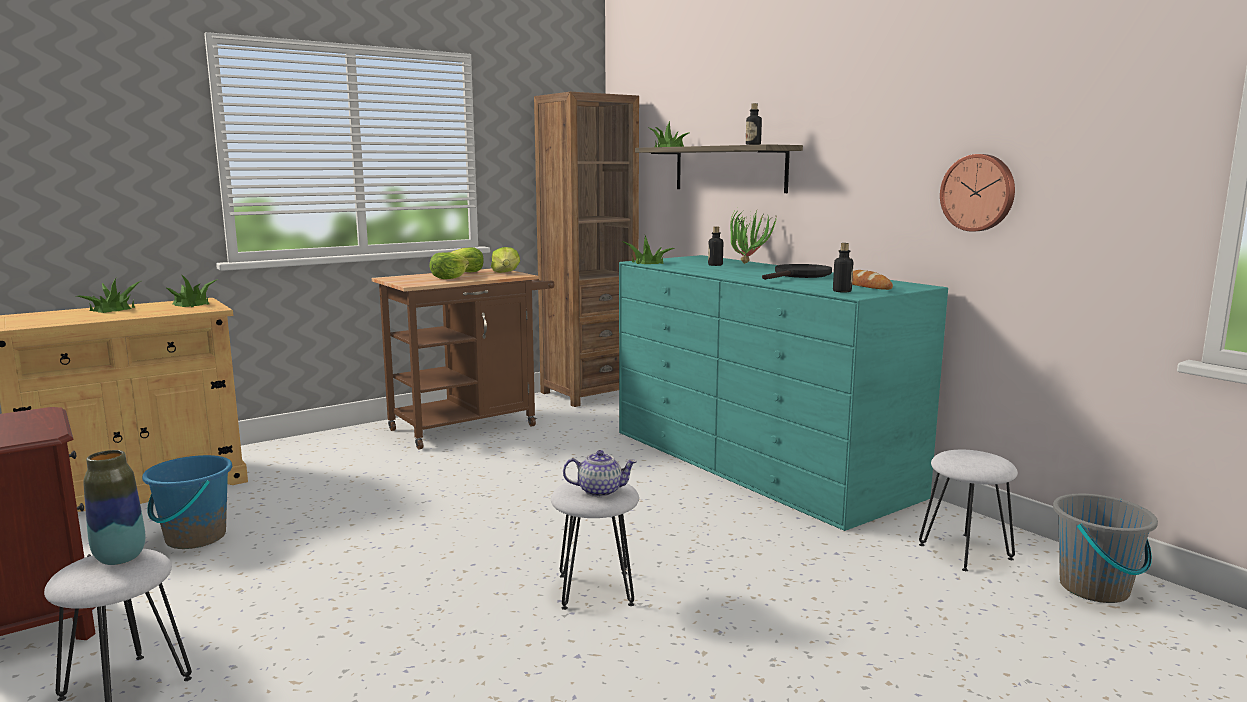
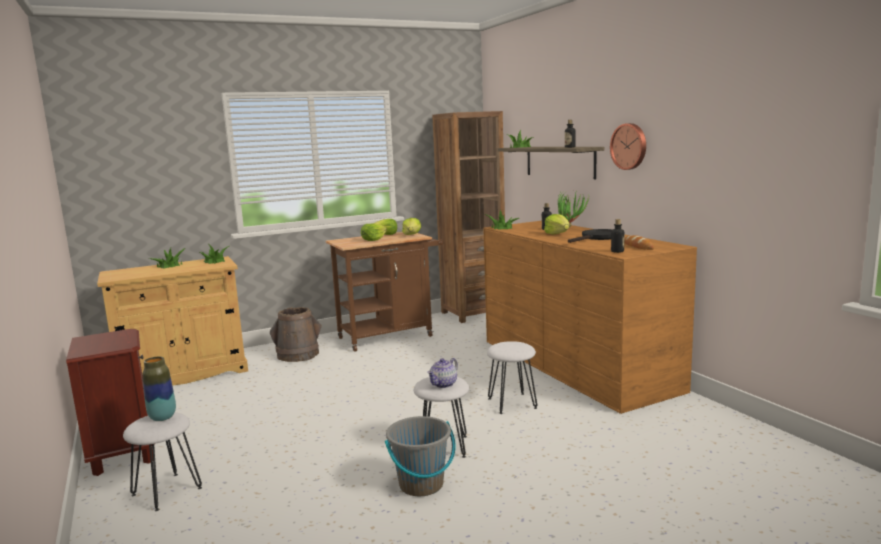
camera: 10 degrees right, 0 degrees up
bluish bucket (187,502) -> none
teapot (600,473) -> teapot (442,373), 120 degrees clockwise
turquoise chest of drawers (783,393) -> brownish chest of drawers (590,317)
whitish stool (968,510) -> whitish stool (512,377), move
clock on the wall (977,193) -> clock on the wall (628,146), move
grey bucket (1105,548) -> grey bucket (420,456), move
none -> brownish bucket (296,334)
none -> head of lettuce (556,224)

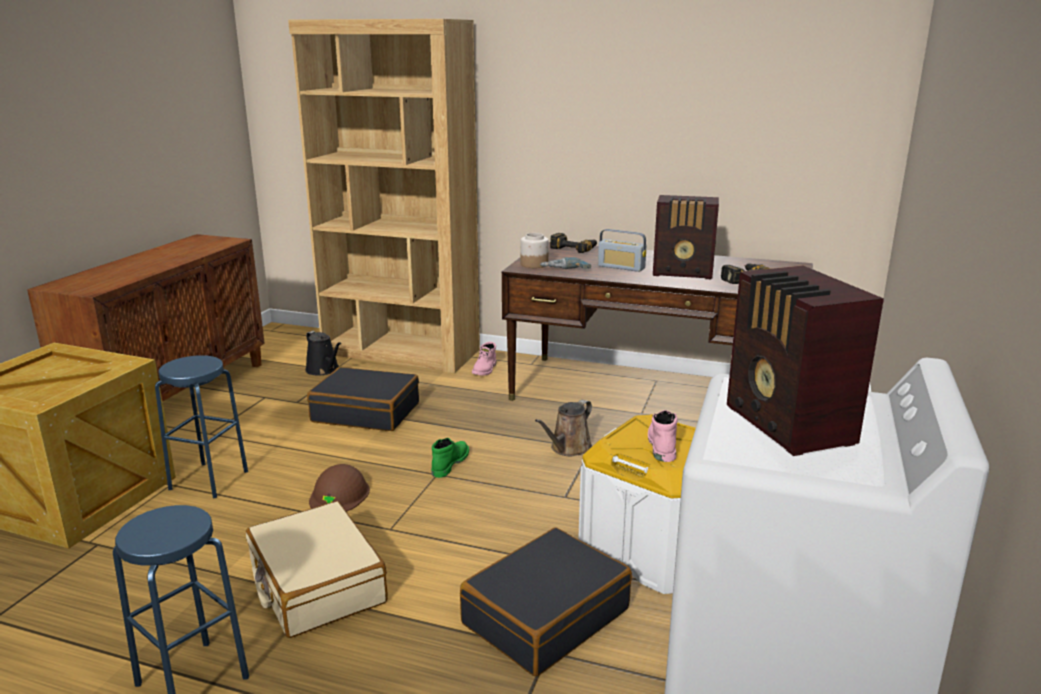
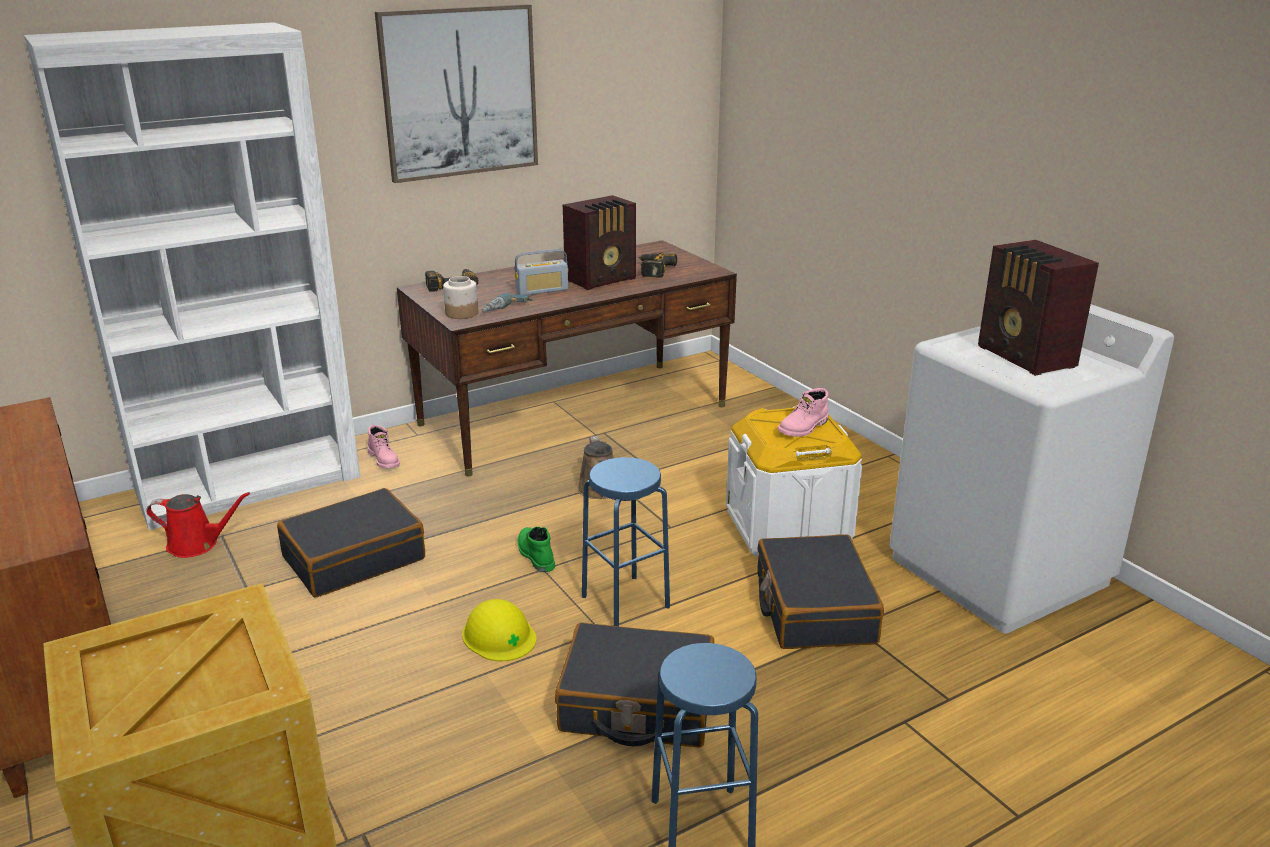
camera: 50 degrees left, 5 degrees up
bluish stool (201,427) -> bluish stool (626,541), move
sand-coloured travel case (316,569) -> blackish travel case (634,685)
brownish bookshelf (384,196) -> whitish bookshelf (192,276)
blackish watering pot (323,353) -> red-coloured watering pot (198,525)
brownish work helmet (339,488) -> yellow work helmet (499,630)
pinkish tall boot (663,436) -> pinkish tall boot (802,412), 90 degrees counterclockwise
radio receiver (805,361) -> radio receiver (1038,308), 45 degrees clockwise
none -> picture (456,93)

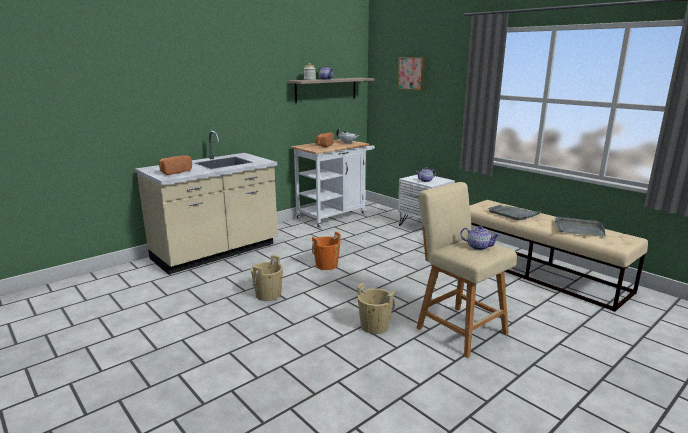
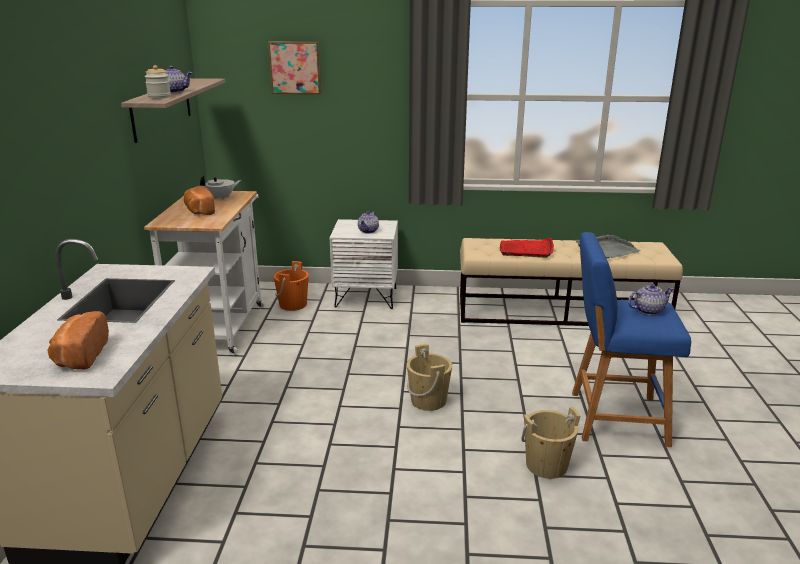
camera: 45 degrees left, 5 degrees up
sand-coloured bucket (267,278) -> sand-coloured bucket (429,377), move
orangey bucket (326,251) -> orangey bucket (291,286), move
sand-coloured stool (466,270) -> bluish stool (631,339)
grey carrying tray (515,212) -> red-coloured carrying tray (527,248)

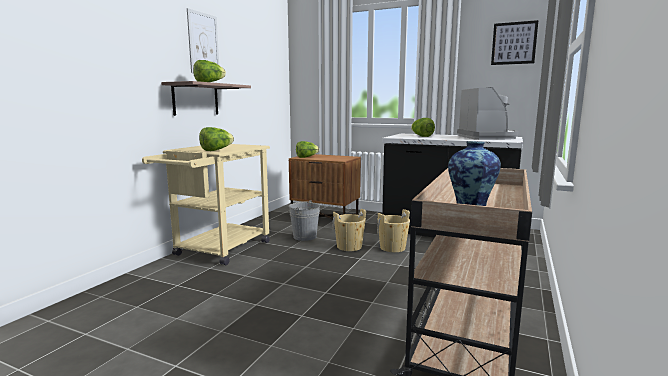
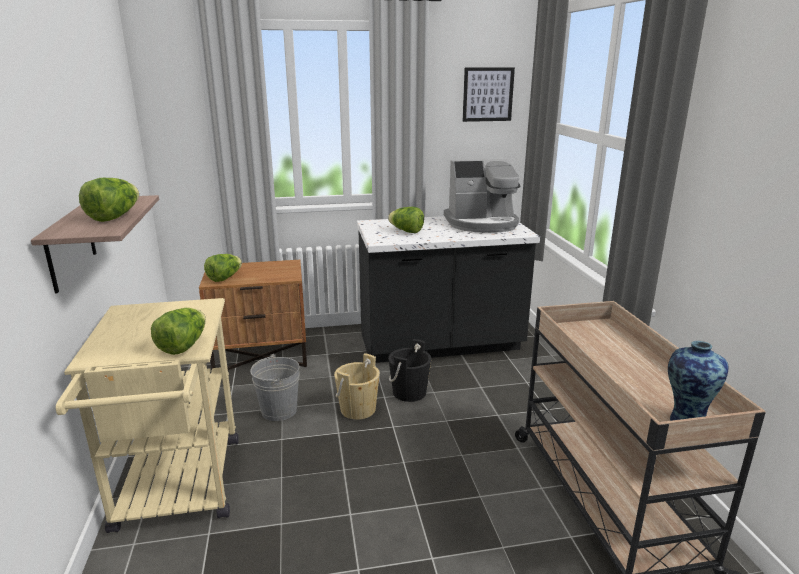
camera: 35 degrees left, 10 degrees up
picture (203,40) -> none
sand-coloured bucket (393,230) -> blackish bucket (409,370)
coffee machine (487,113) -> coffee machine (482,196), 120 degrees clockwise

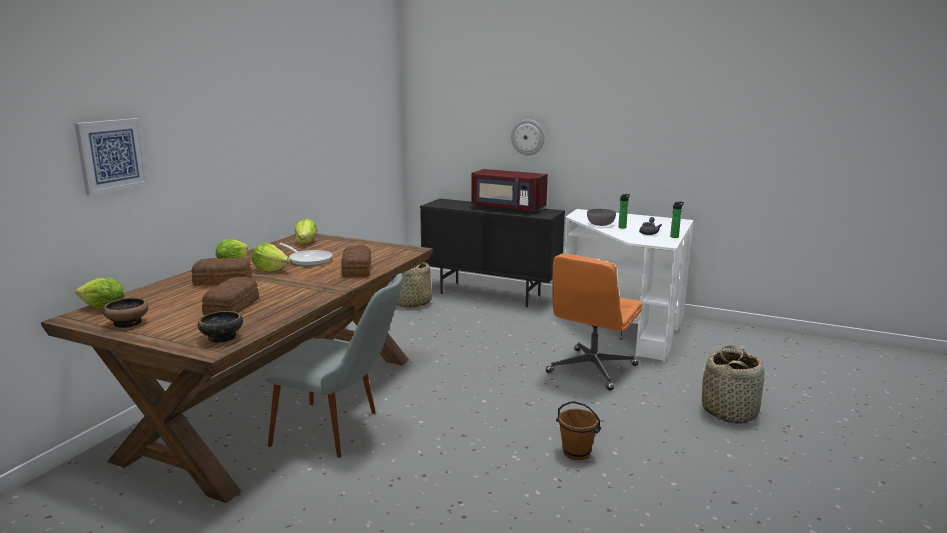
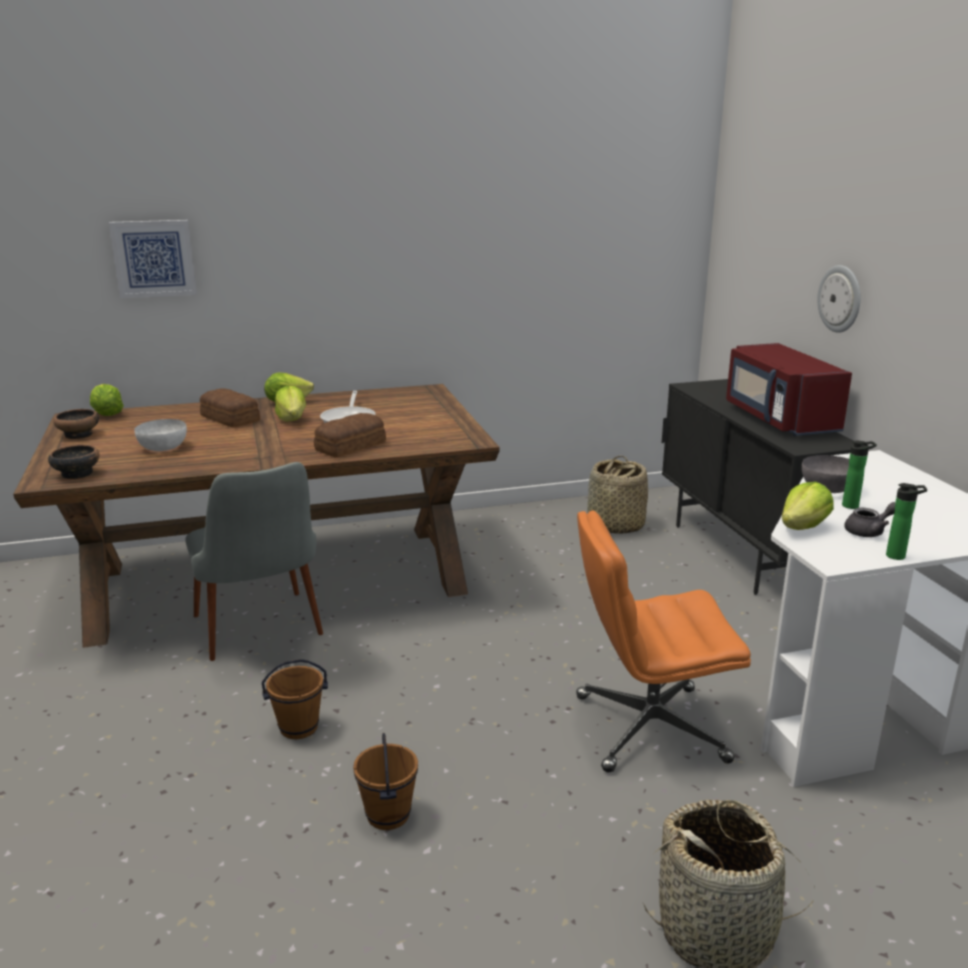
camera: 50 degrees right, 5 degrees up
baked bread (230,296) -> whitish bowl (160,435)
head of lettuce (306,231) -> head of lettuce (808,506), move
none -> brownish bucket (295,699)

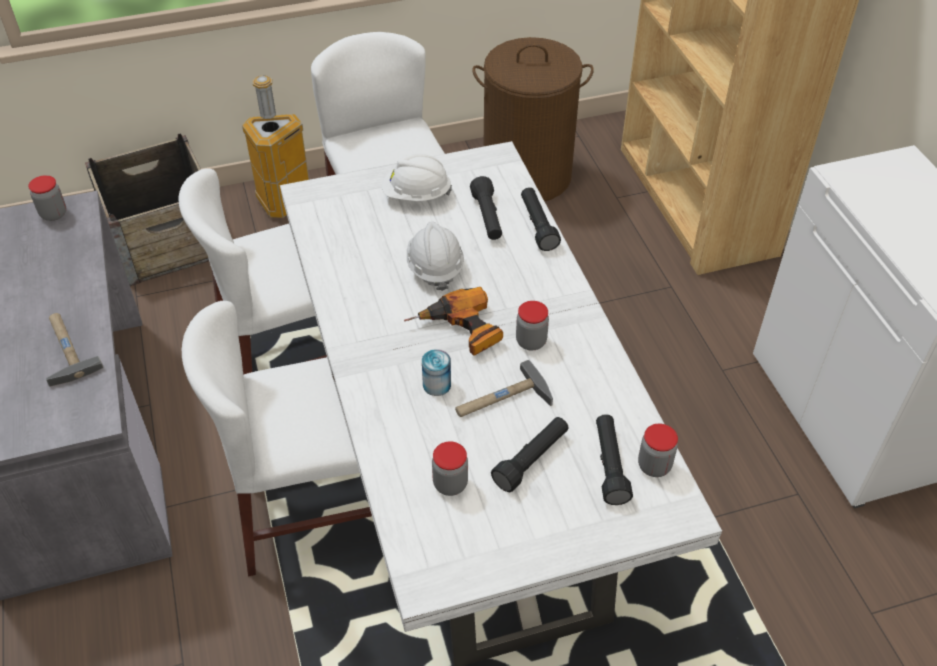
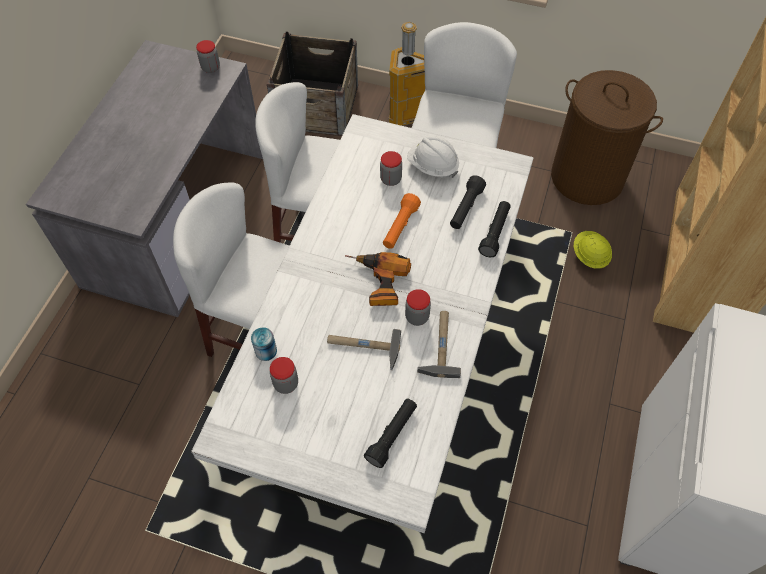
camera: 35 degrees right, 10 degrees up
tool hammer (75,350) -> tool hammer (439,344), move
whitish work helmet (435,256) -> orangey torch (402,221)
sealed can (436,372) -> sealed can (264,344), move
blackish torch (529,454) -> none
storage jar (658,450) -> storage jar (391,168), move
none -> yellow work helmet (593,250)

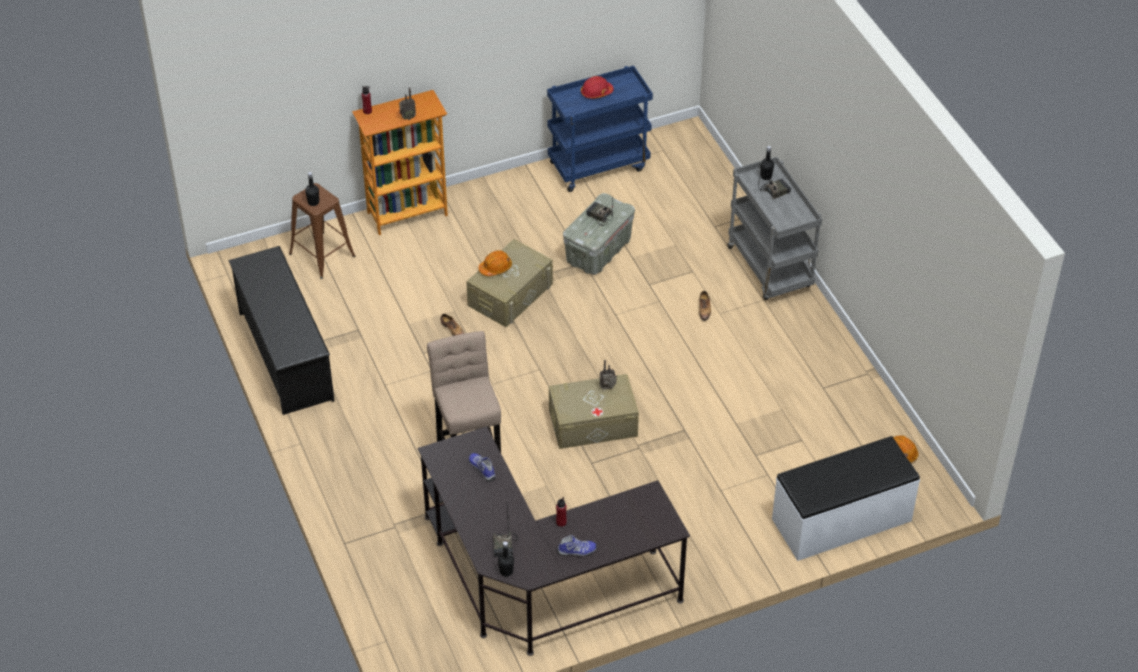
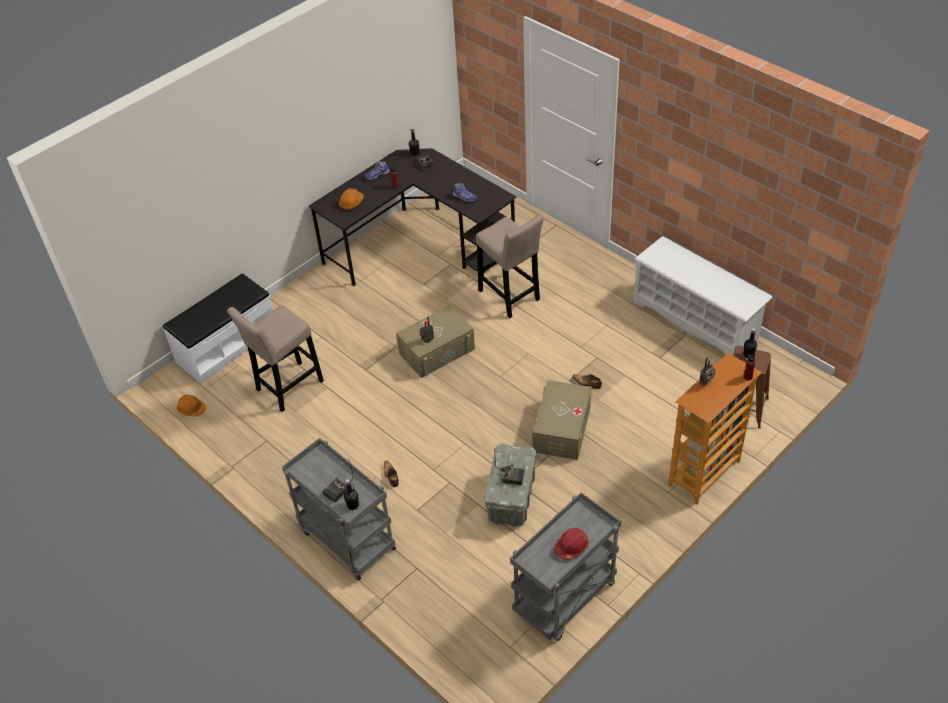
camera: 160 degrees right, 0 degrees up
blackish shoe shelf (281,330) -> whitish shoe shelf (703,295)
orangey work helmet (495,263) -> orangey work helmet (351,199), move
bluish wheeled cart (600,129) -> grey wheeled cart (565,566)
none -> sand-coloured stool (275,358)

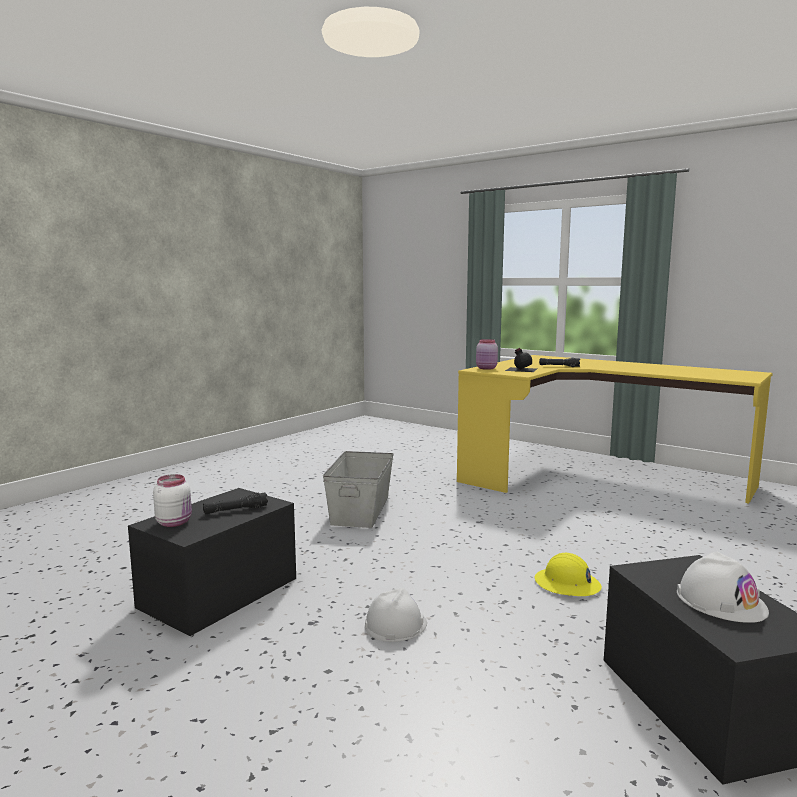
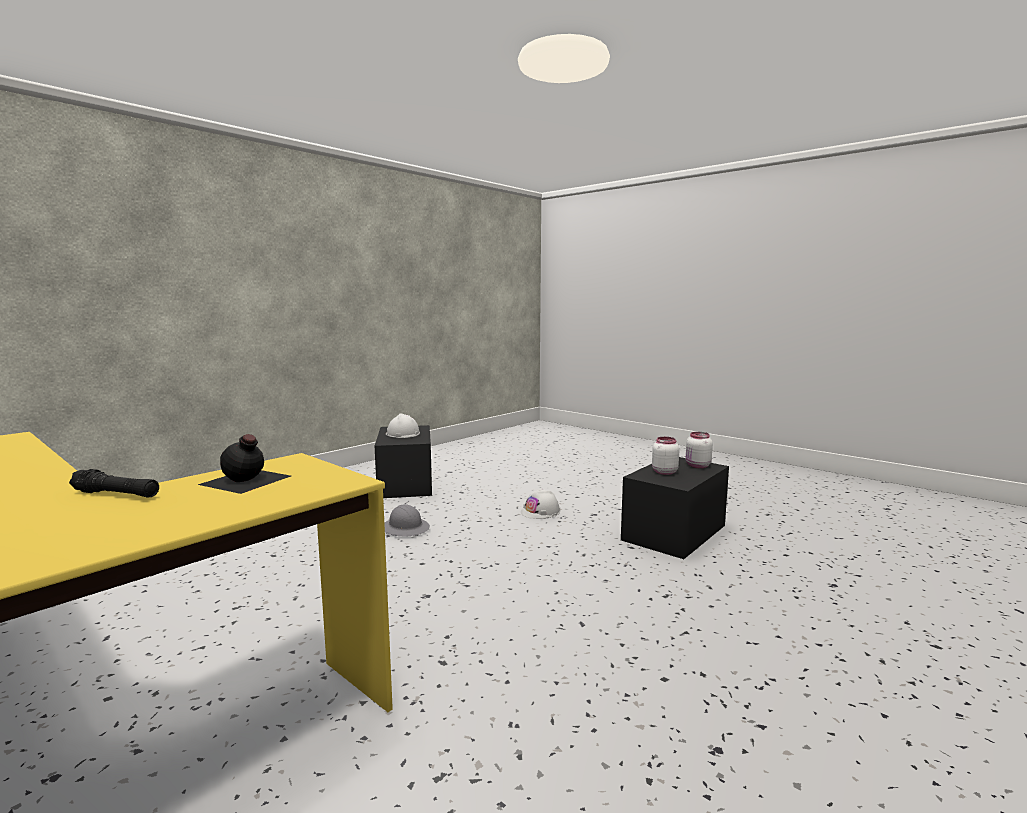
camera: 175 degrees left, 0 degrees up
blackish torch (235,503) -> whitish storage jar (666,456)
grey storage box (358,489) -> none
pinkish storage jar (487,354) -> none
yellow work helmet (568,574) -> grey work helmet (407,520)

